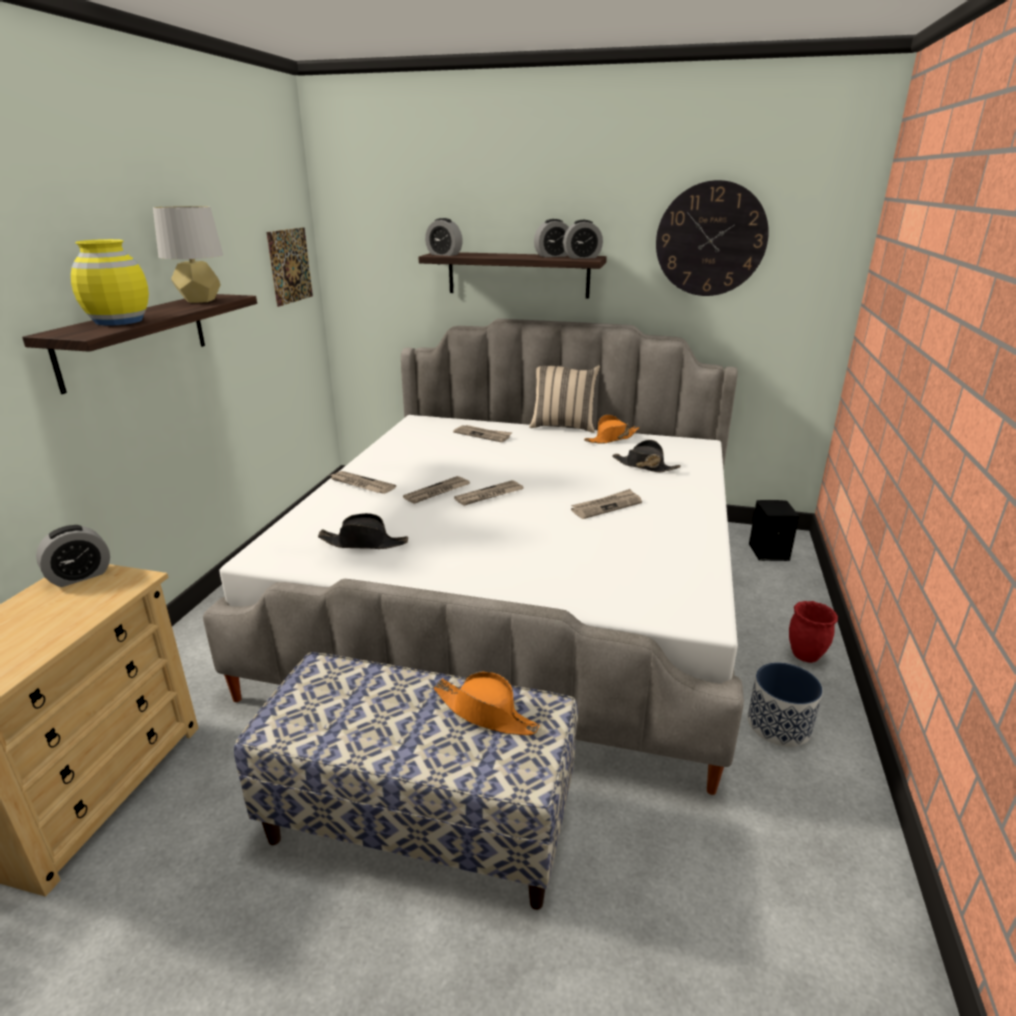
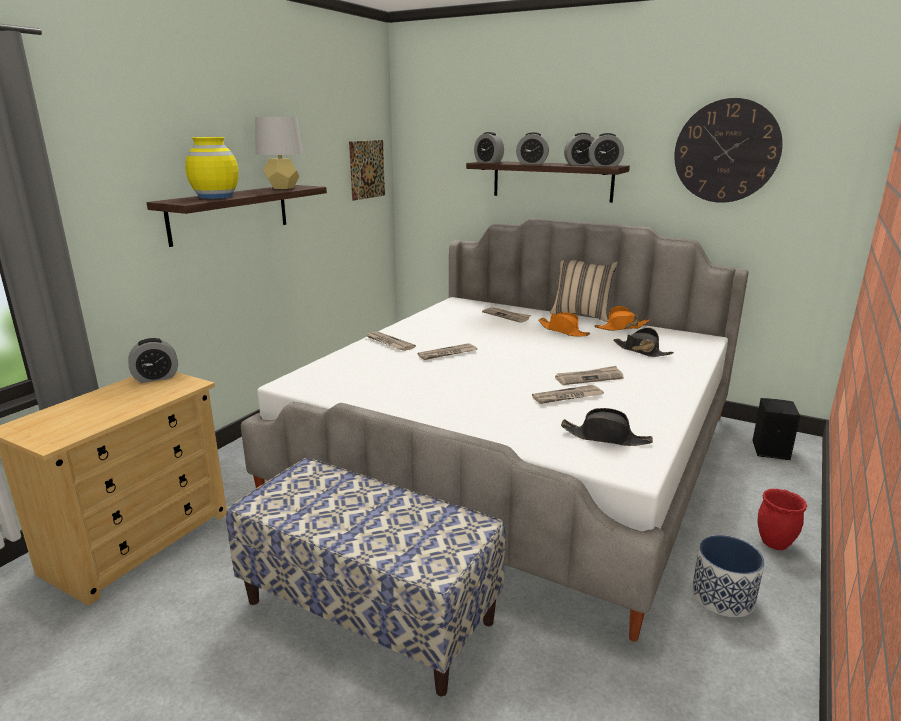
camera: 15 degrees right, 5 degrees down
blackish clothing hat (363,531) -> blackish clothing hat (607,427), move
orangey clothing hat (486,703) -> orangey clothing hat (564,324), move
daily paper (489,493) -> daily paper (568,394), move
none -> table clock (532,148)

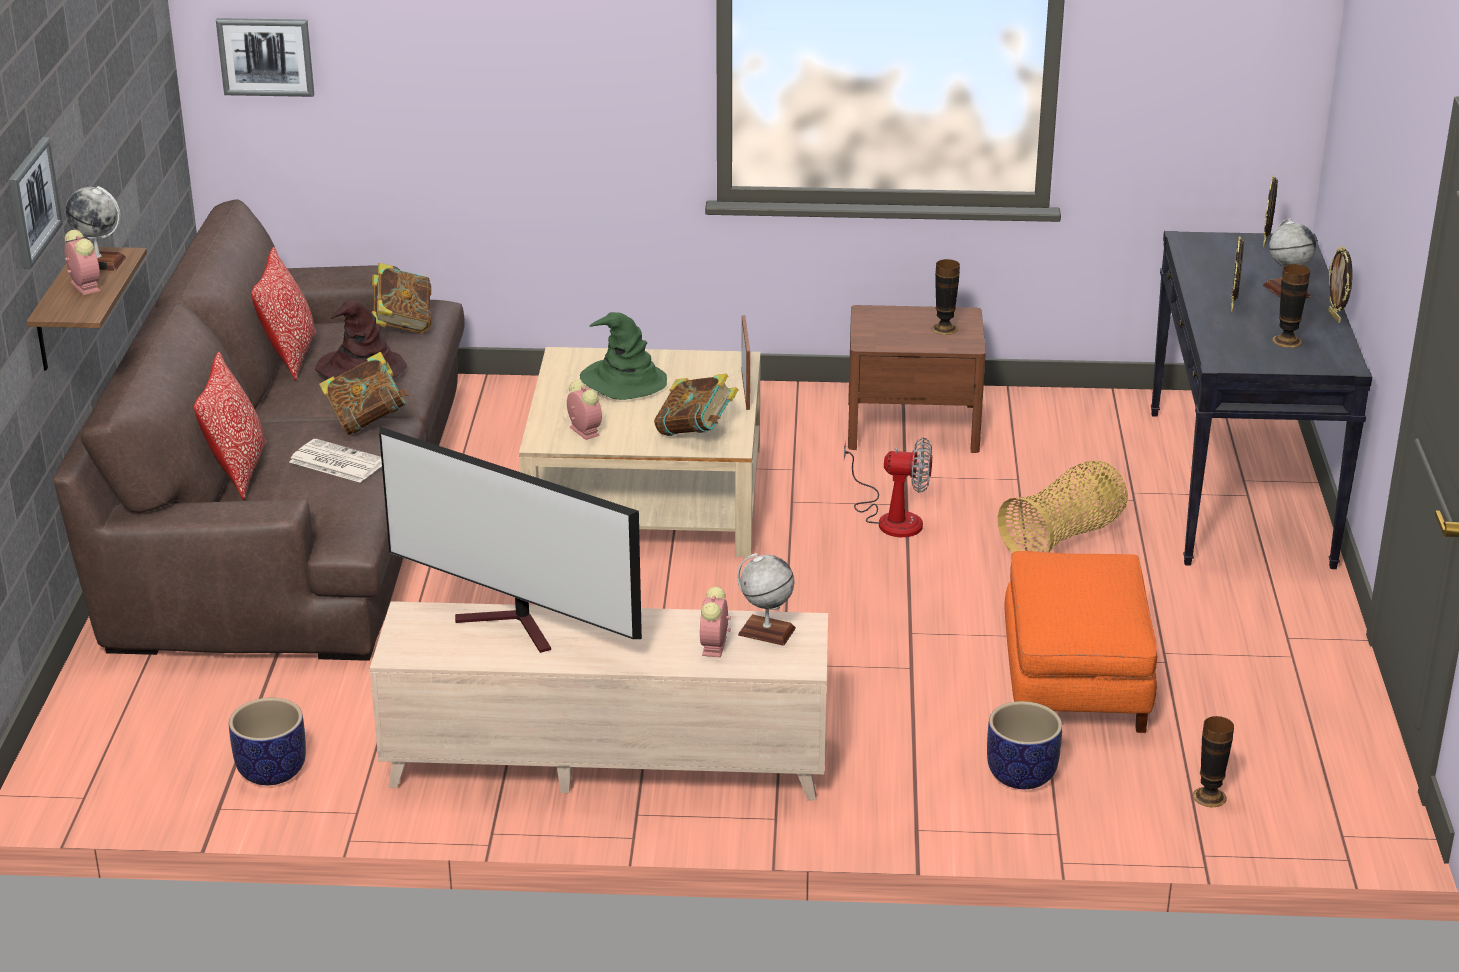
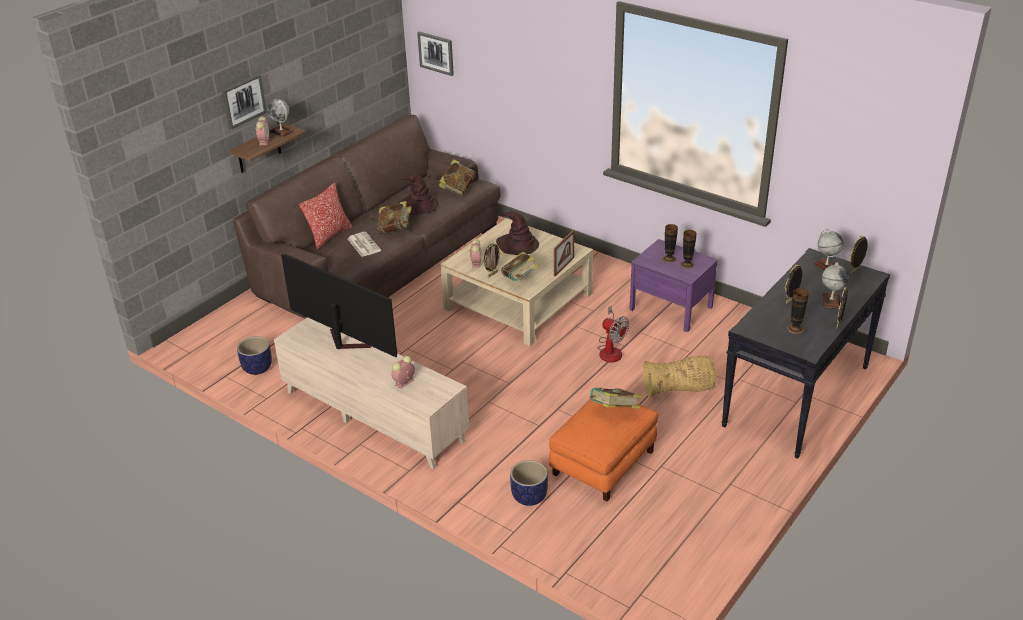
camera: 35 degrees right, 5 degrees up
throw pillow (283,314) -> none
TV set (510,540) -> TV set (339,306), 150 degrees clockwise
green clothing hat (623,356) -> brownish clothing hat (517,233)
desk globe (766,599) -> desk globe (828,250), move
brownish nightstand (917,379) -> purple-coloured nightstand (673,285)
vase (1213,761) -> vase (670,243), move
none -> picture frame (492,260)
none -> book (615,398)

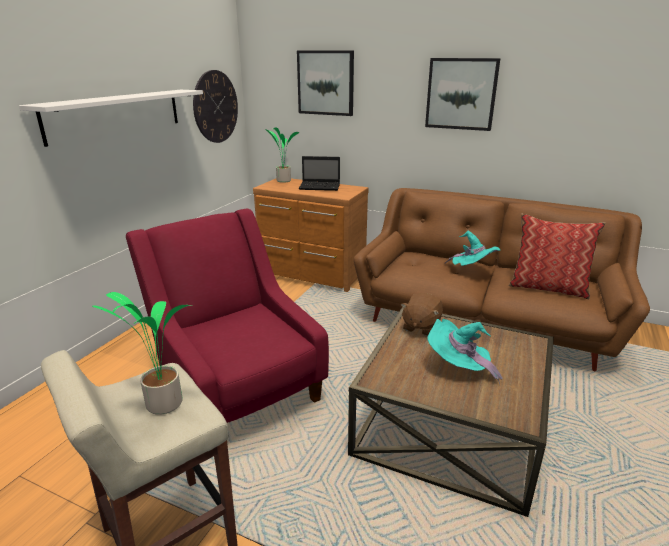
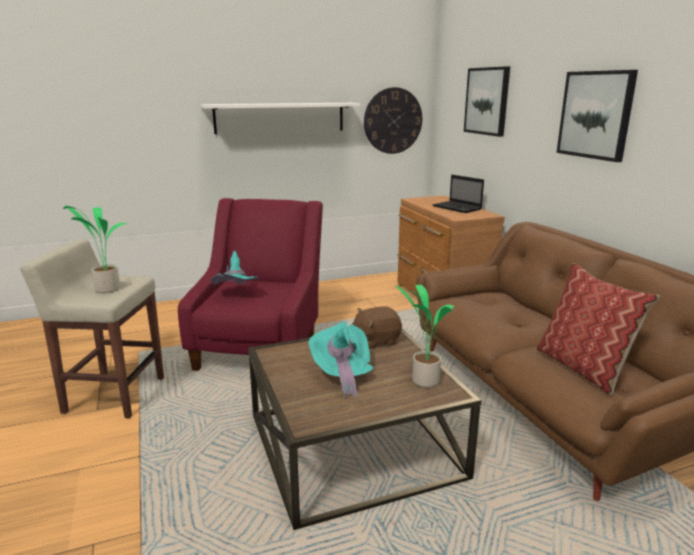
camera: 45 degrees right, 5 degrees down
potted plant (281,155) -> potted plant (425,336), move
turquoise clothing hat (472,248) -> turquoise clothing hat (234,268), move

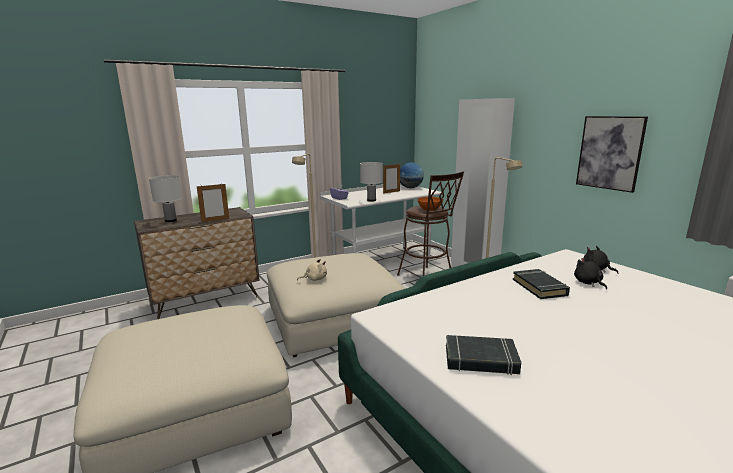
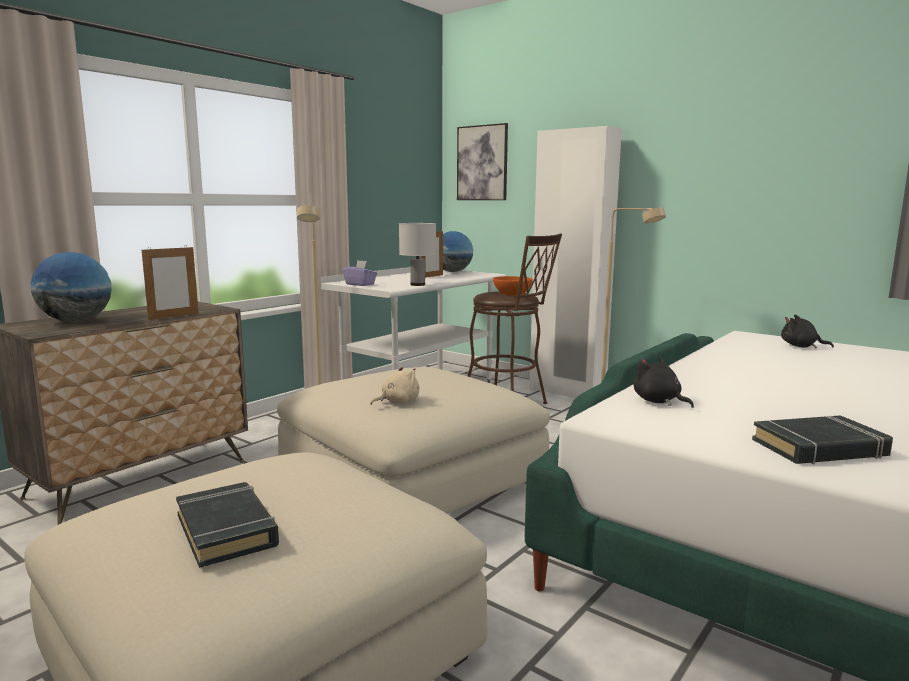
camera: 20 degrees left, 5 degrees down
whitish tabletop lamp (165,198) -> desk globe (71,287)
blackish book (541,284) -> blackish book (227,525), move
blackish soft toy (590,274) -> blackish soft toy (664,382), move
picture (612,154) -> picture (482,161), move

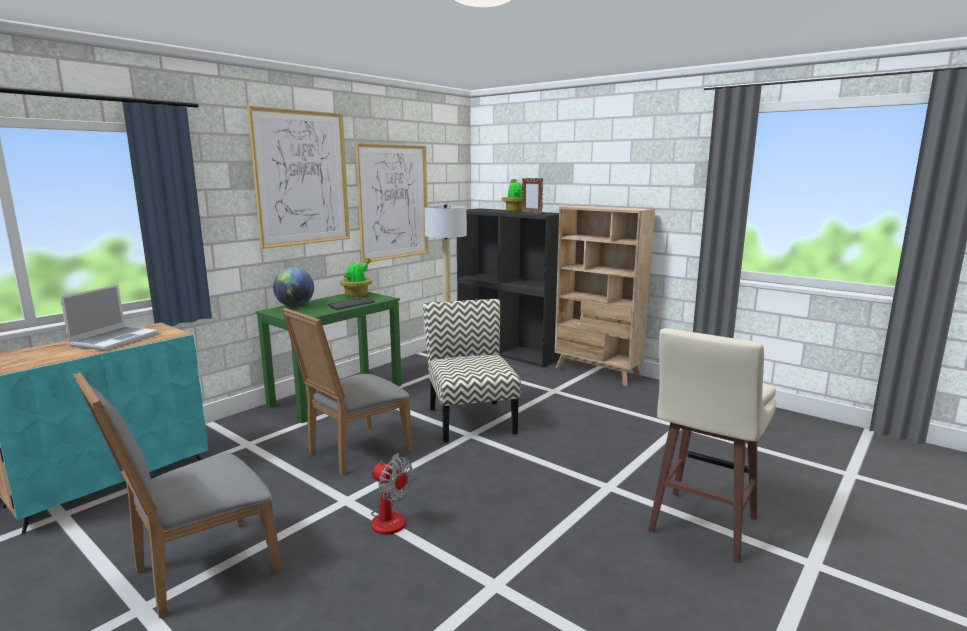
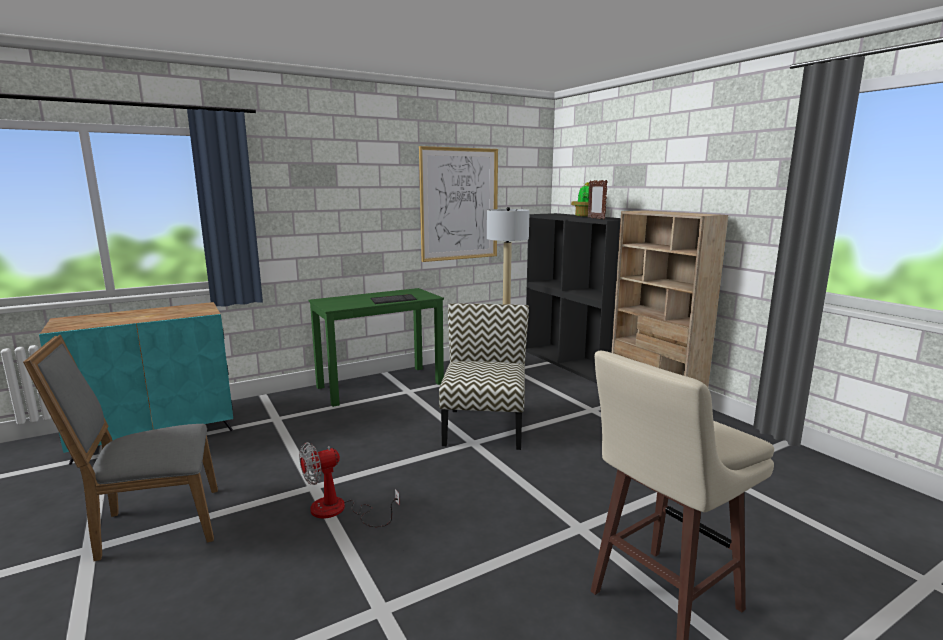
camera: 20 degrees right, 0 degrees up
laptop (109,317) -> none
picture (298,177) -> none
desk globe (293,287) -> none
grey upright chair (347,391) -> none
potted plant (356,277) -> none
electric fan (392,494) -> electric fan (349,484), 90 degrees clockwise

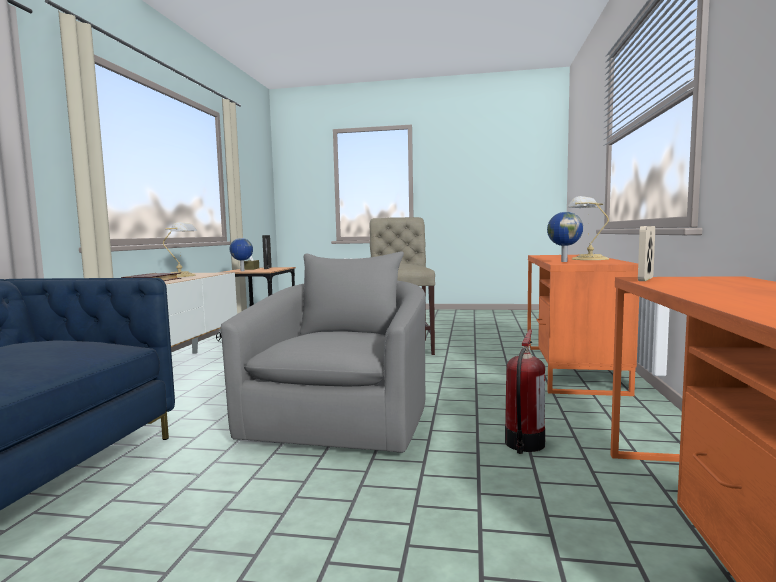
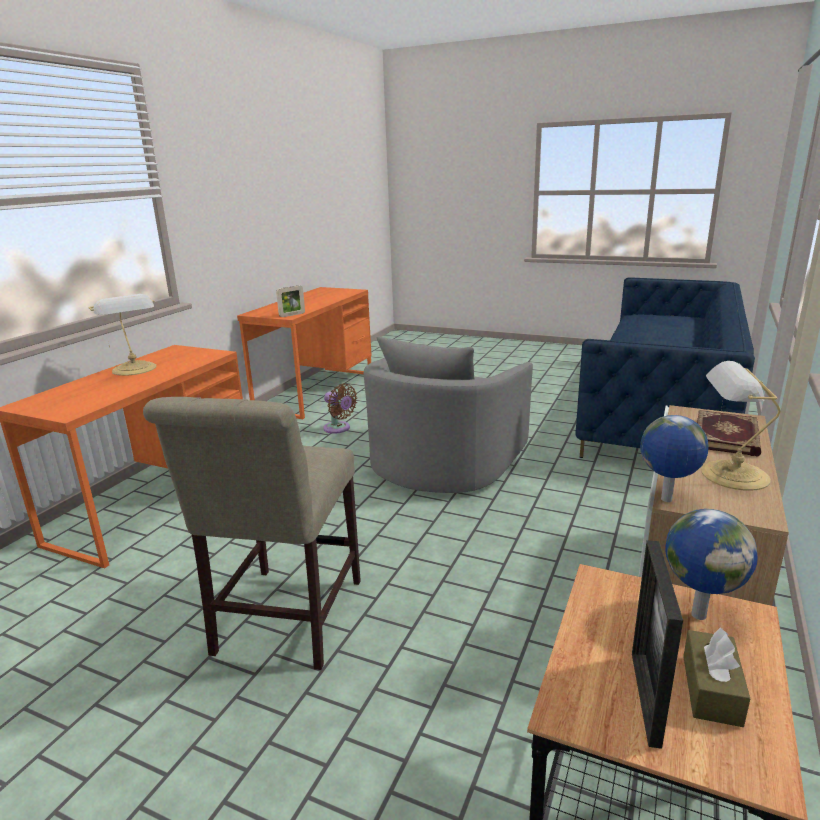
camera: 165 degrees left, 15 degrees up
fire extinguisher (525,391) -> brownish electric fan (340,408)
desk globe (565,237) -> desk globe (674,458), move

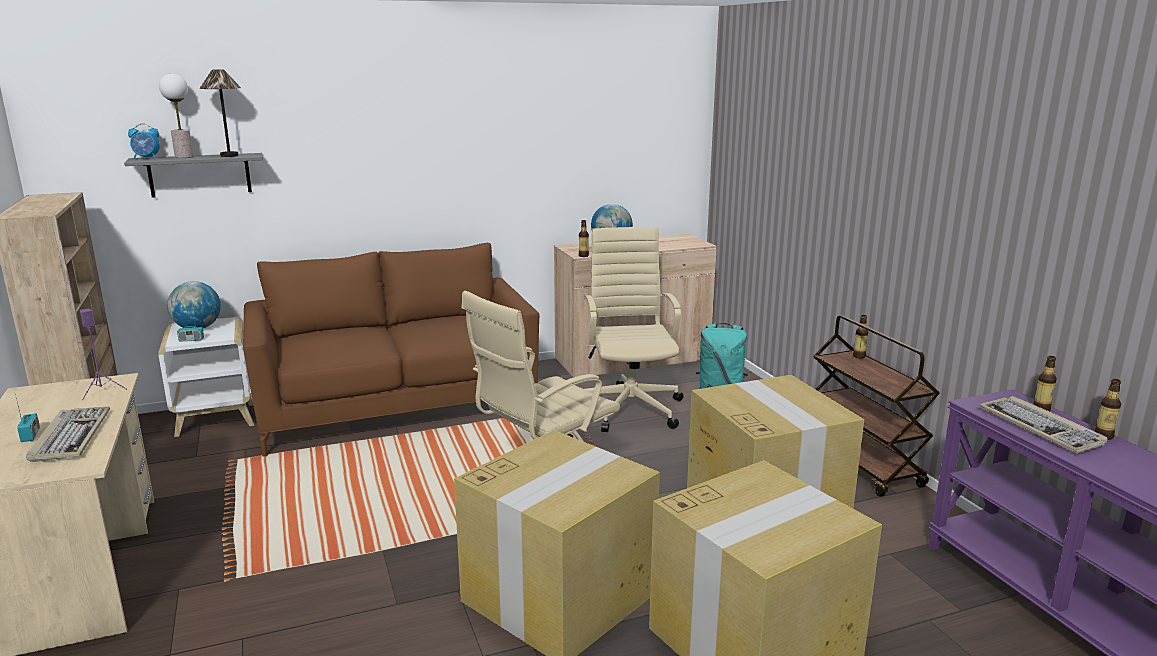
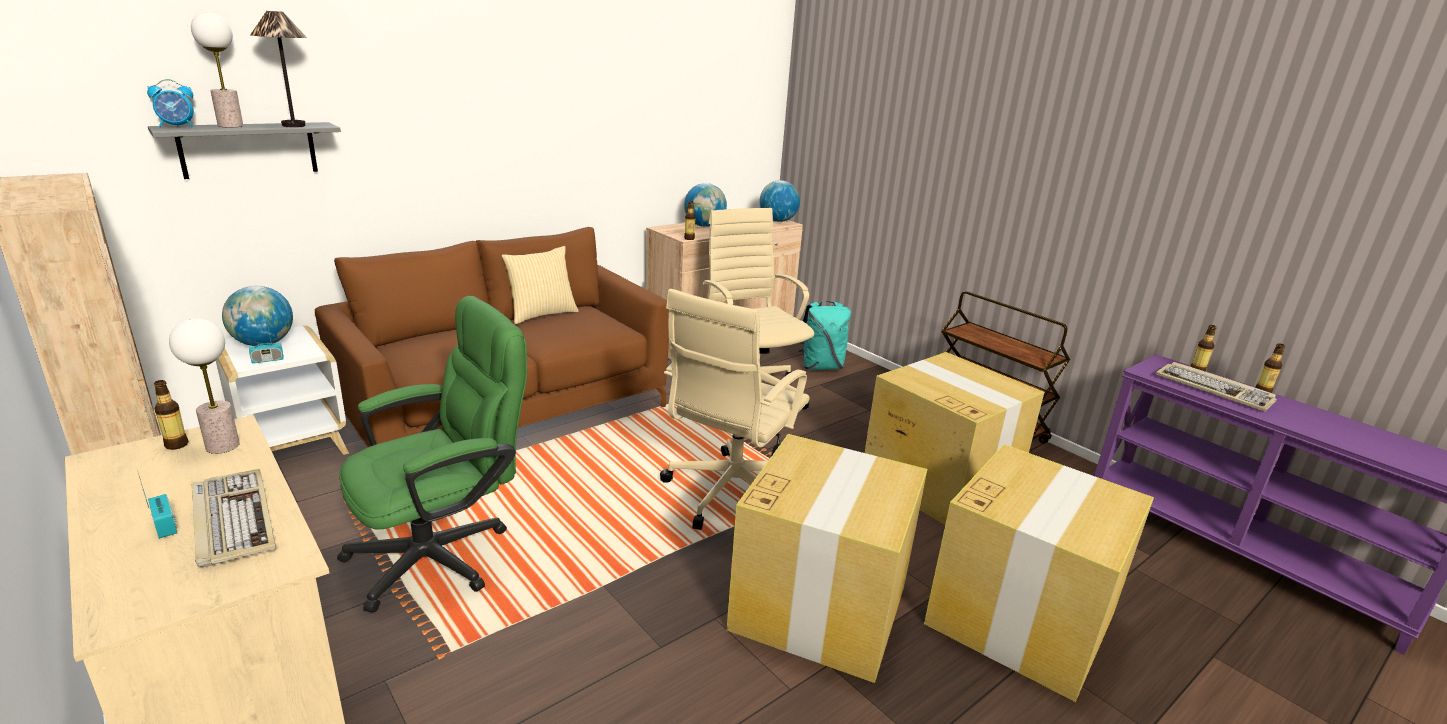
camera: 20 degrees left, 5 degrees up
purple-coloured loudspeaker (103,354) -> tabletop lamp (204,386)
beverage bottle (860,336) -> beverage bottle (171,415), move
none -> green computer chair (432,454)
none -> throw pillow (540,285)
none -> desk globe (780,201)

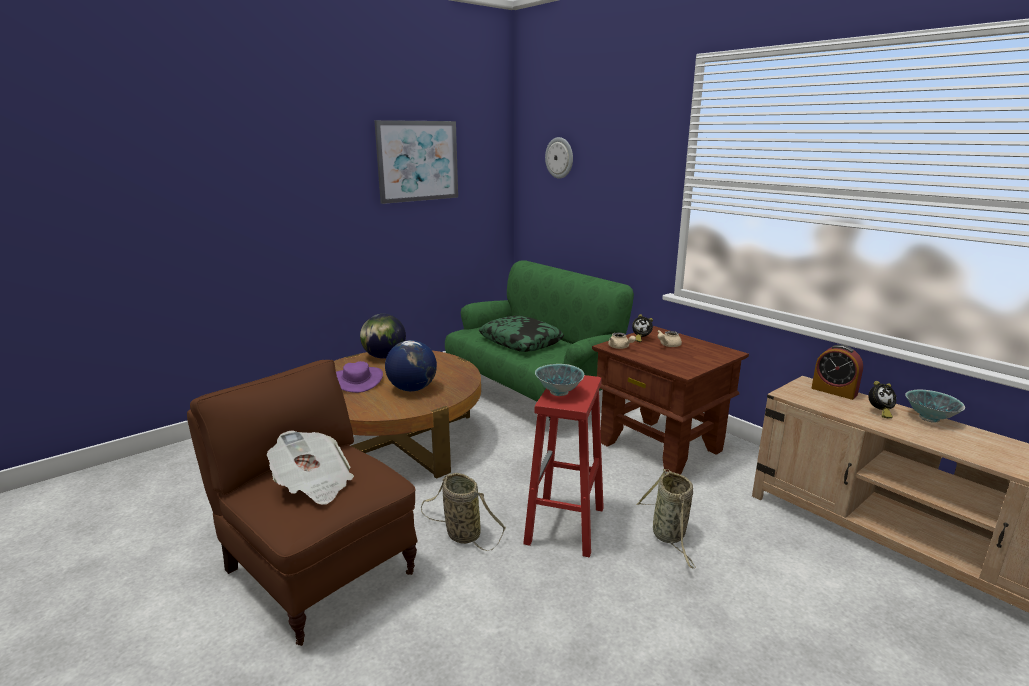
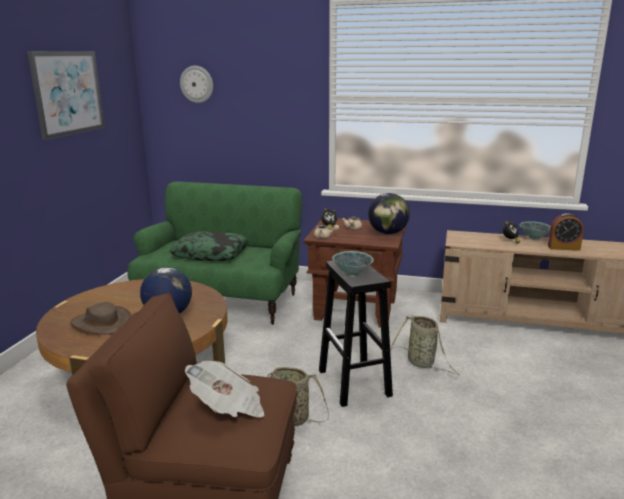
camera: 35 degrees left, 0 degrees up
purple-coloured clothing hat (359,377) -> brownish clothing hat (100,318)
desk globe (383,336) -> desk globe (389,213), move
red-coloured stool (563,466) -> blackish stool (356,334)
table clock (837,372) -> table clock (566,232), move

